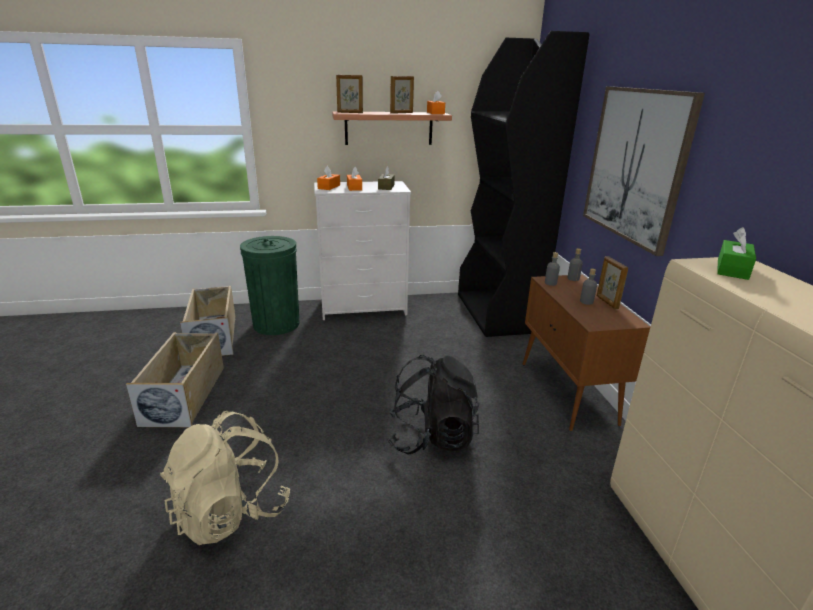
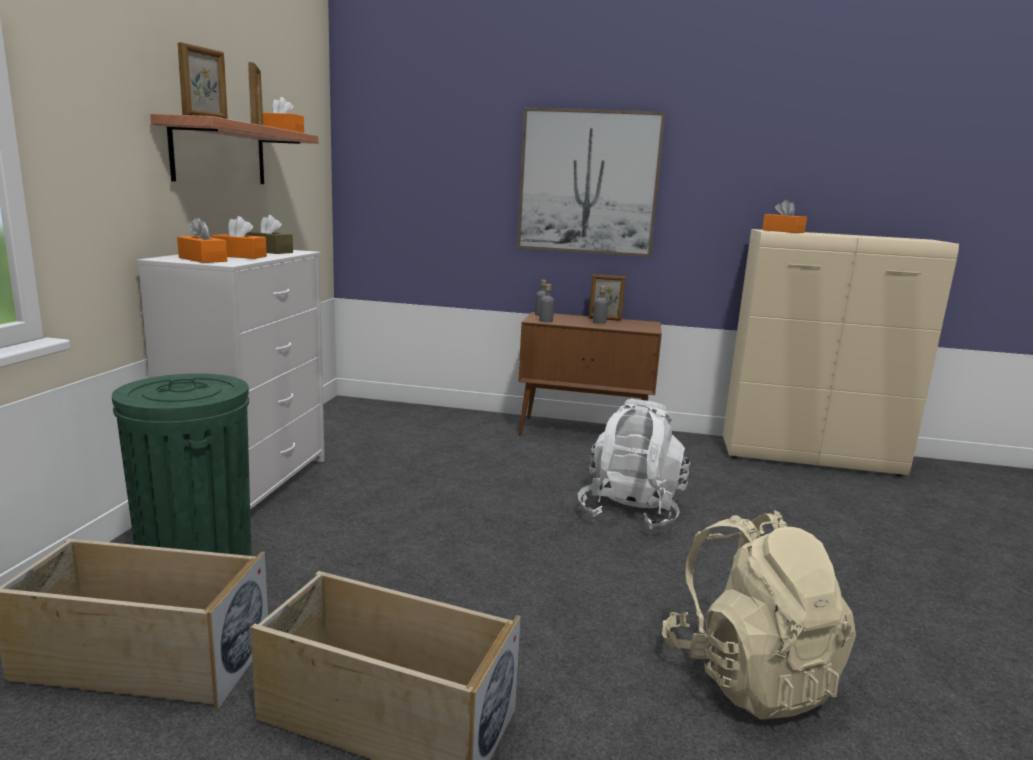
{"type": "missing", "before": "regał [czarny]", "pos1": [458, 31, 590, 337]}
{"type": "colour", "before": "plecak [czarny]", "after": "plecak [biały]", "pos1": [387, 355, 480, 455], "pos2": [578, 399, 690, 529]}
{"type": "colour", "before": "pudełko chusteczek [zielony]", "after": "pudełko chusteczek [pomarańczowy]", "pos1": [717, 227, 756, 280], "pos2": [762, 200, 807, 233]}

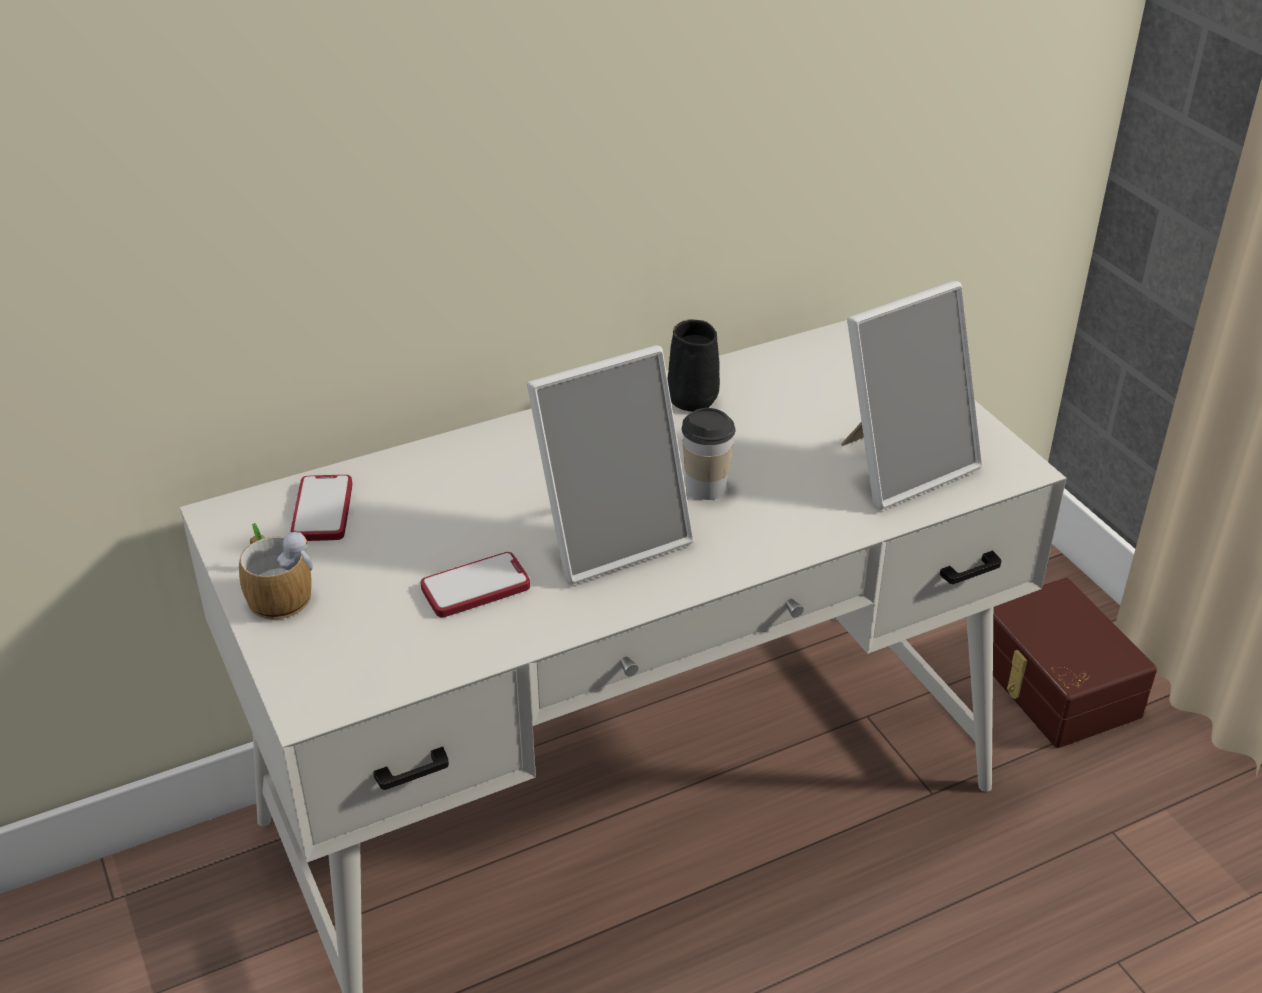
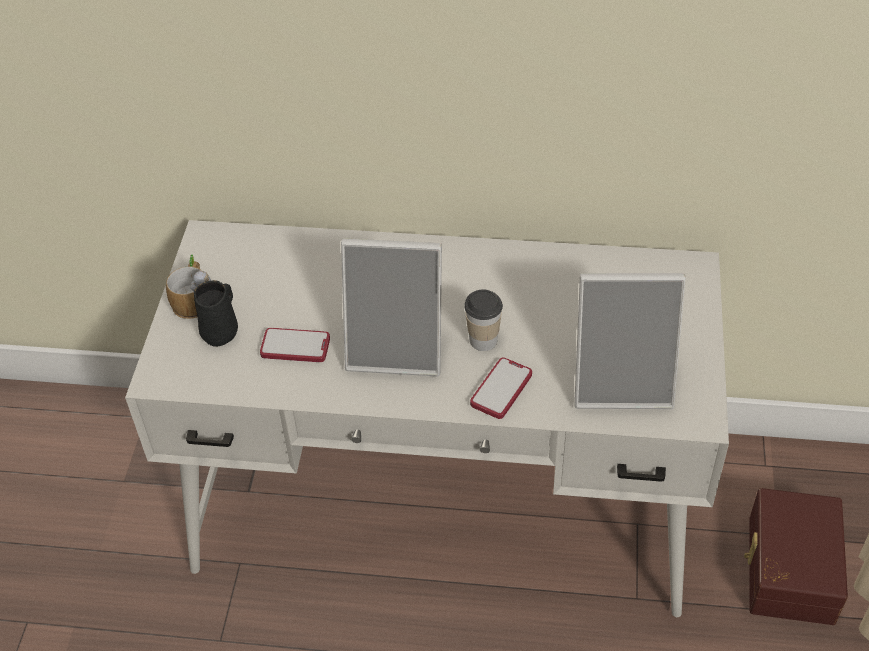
{"type": "relocated", "before": "telefon", "pos1": [290, 475, 352, 541], "pos2": [470, 357, 532, 419]}
{"type": "relocated", "before": "kubek [czarny]", "pos1": [667, 319, 720, 412], "pos2": [194, 280, 238, 347]}

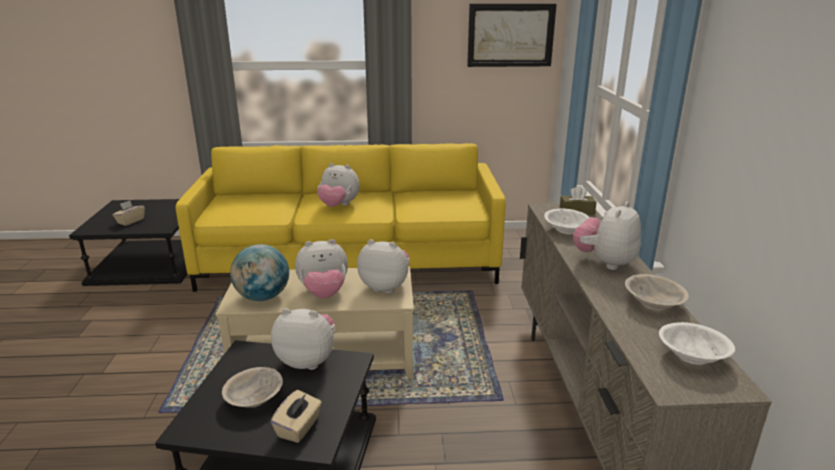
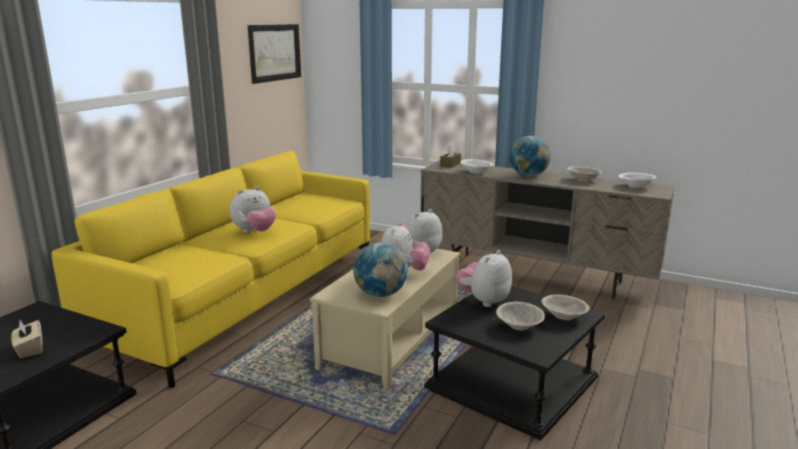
{"type": "exchanged", "before": "pudełko chusteczek [beżowy]", "after": "miska [beżowy]", "pos1": [271, 390, 322, 443], "pos2": [542, 295, 590, 320]}
{"type": "exchanged", "before": "pluszak", "after": "globus", "pos1": [573, 202, 641, 270], "pos2": [509, 136, 551, 176]}

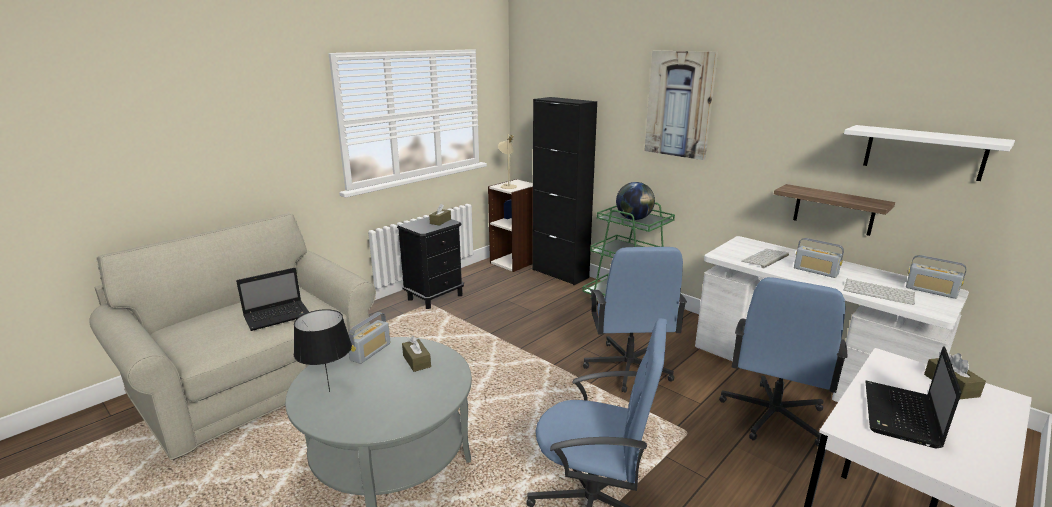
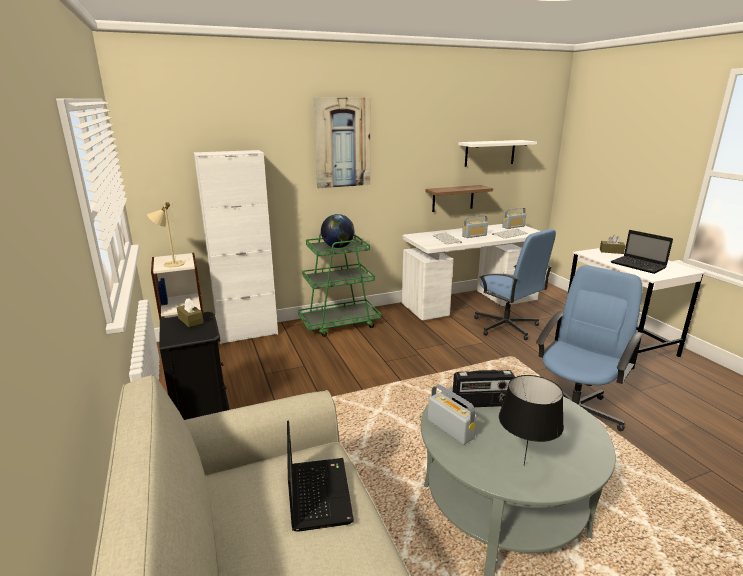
{"type": "missing", "before": "krzesło biurowe [niebieski]", "pos1": [583, 247, 687, 393]}
{"type": "exchanged", "before": "pudełko chusteczek [brązowy]", "after": "radio", "pos1": [402, 336, 431, 372], "pos2": [452, 370, 515, 408]}
{"type": "colour", "before": "szafka [czarny]", "after": "szafka [biały]", "pos1": [532, 97, 597, 285], "pos2": [194, 150, 278, 344]}

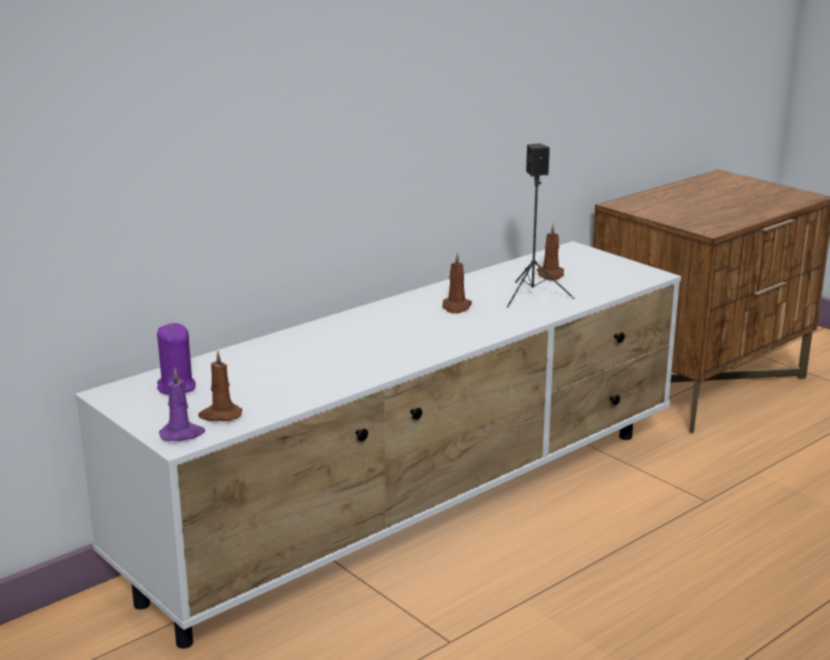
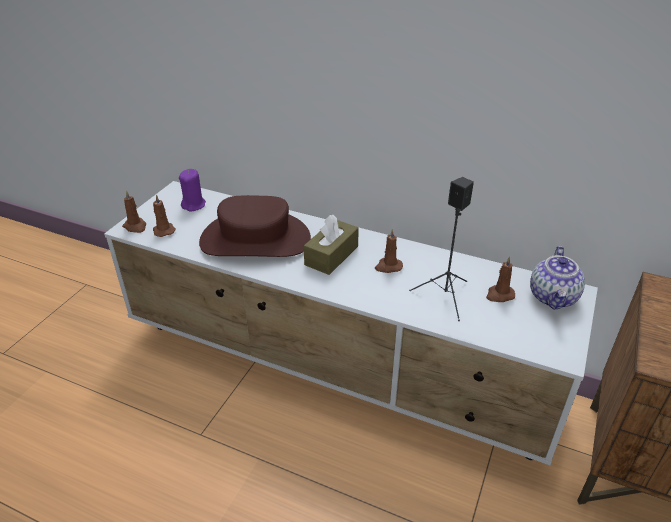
{"type": "appeared", "after": "kapelusz [brązowy]", "pos2": [199, 195, 311, 257]}
{"type": "appeared", "after": "pudełko chusteczek [brązowy]", "pos2": [304, 215, 359, 275]}
{"type": "appeared", "after": "imbryk", "pos2": [530, 246, 585, 310]}
{"type": "colour", "before": "świeca [fioletowy]", "after": "świeca [brązowy]", "pos1": [159, 368, 205, 441], "pos2": [122, 190, 146, 233]}

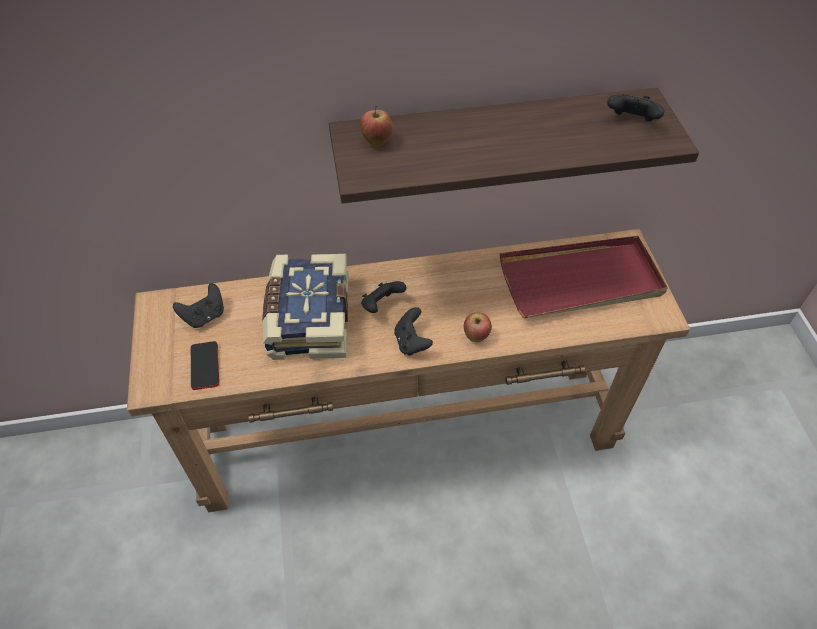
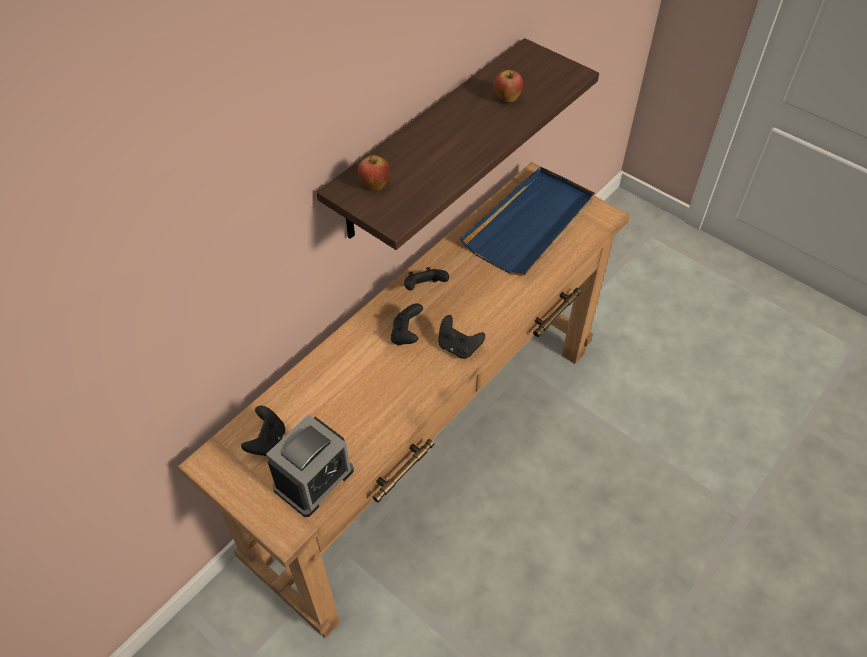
{"type": "missing", "before": "książka", "pos1": [262, 254, 349, 360]}
{"type": "relocated", "before": "jabłko", "pos1": [464, 313, 492, 343], "pos2": [494, 70, 523, 102]}
{"type": "relocated", "before": "pad do gier [czarny]", "pos1": [607, 94, 665, 122], "pos2": [404, 267, 449, 290]}
{"type": "exchanged", "before": "telefon", "after": "budzik", "pos1": [191, 341, 219, 390], "pos2": [266, 414, 354, 517]}
{"type": "colour", "before": "taca [czerwony]", "after": "taca [niebieski]", "pos1": [500, 236, 668, 318], "pos2": [460, 167, 595, 276]}

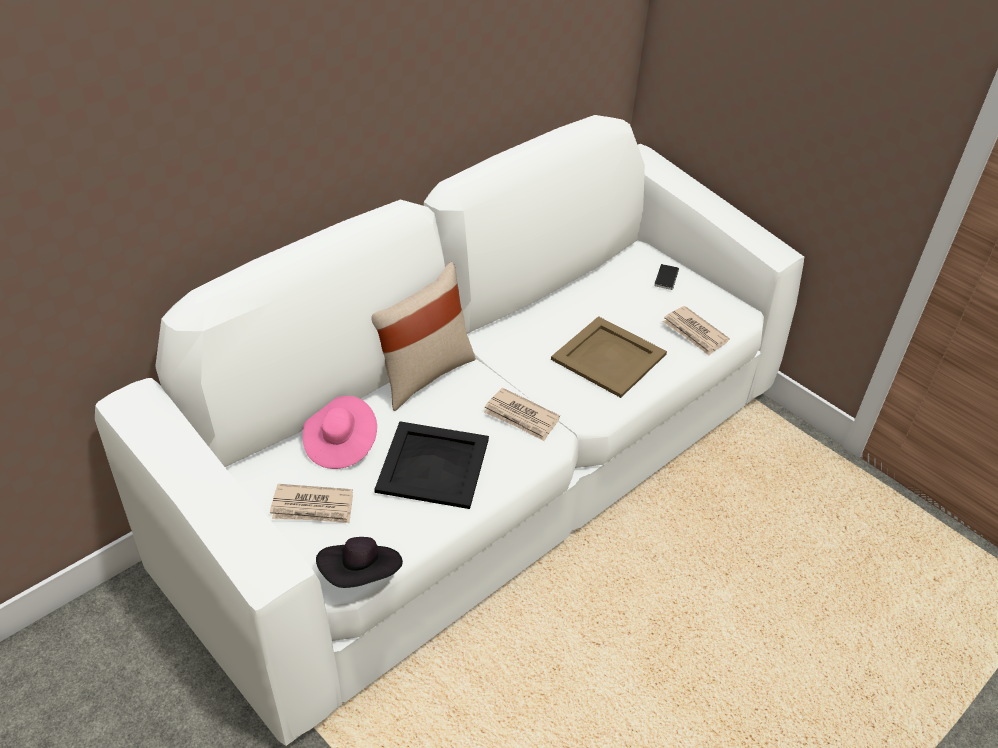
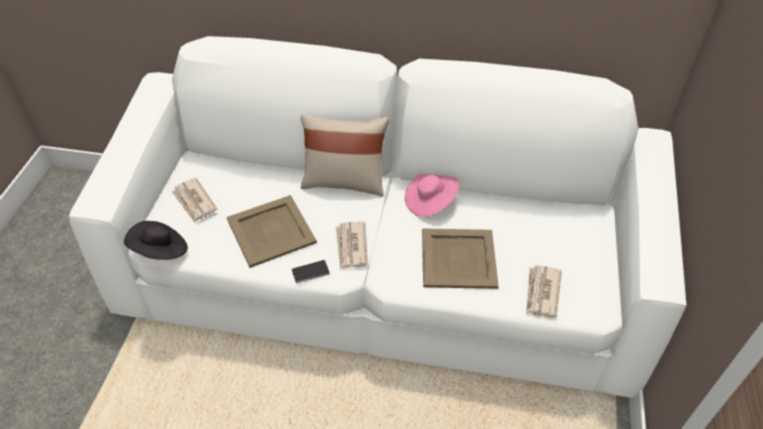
{"type": "relocated", "before": "kapelusz [różowy]", "pos1": [303, 396, 377, 469], "pos2": [405, 174, 459, 217]}
{"type": "relocated", "before": "telefon", "pos1": [654, 264, 679, 290], "pos2": [291, 260, 330, 284]}
{"type": "colour", "before": "taca [czarny]", "after": "taca [beżowy]", "pos1": [374, 421, 489, 509], "pos2": [227, 195, 317, 268]}

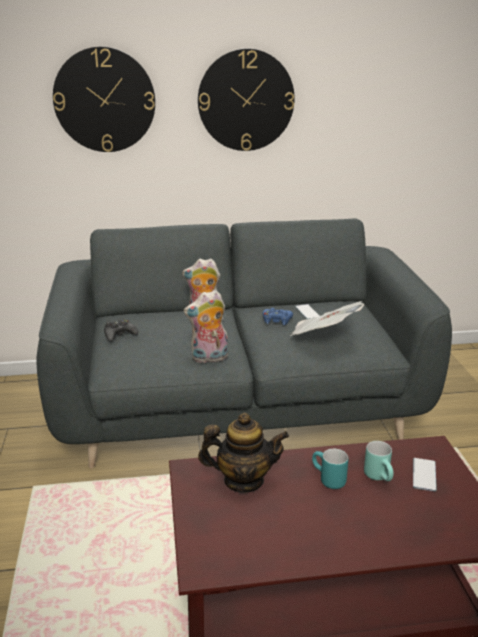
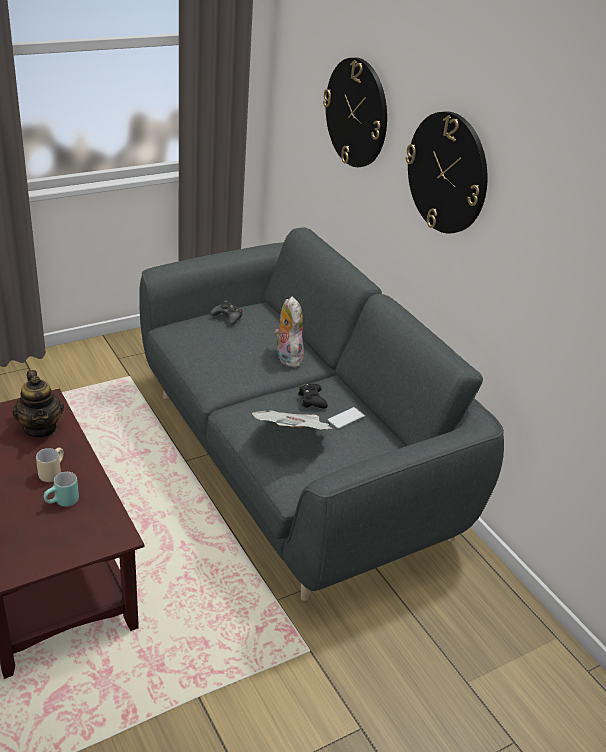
{"type": "missing", "before": "pluszak", "pos1": [184, 290, 228, 364]}
{"type": "missing", "before": "telefon", "pos1": [413, 458, 437, 492]}
{"type": "colour", "before": "pad do gier [niebieski]", "after": "pad do gier [czarny]", "pos1": [262, 308, 293, 325], "pos2": [298, 384, 328, 409]}
{"type": "colour", "before": "kubek [turkusowy]", "after": "kubek [beżowy]", "pos1": [312, 449, 348, 489], "pos2": [36, 448, 64, 482]}

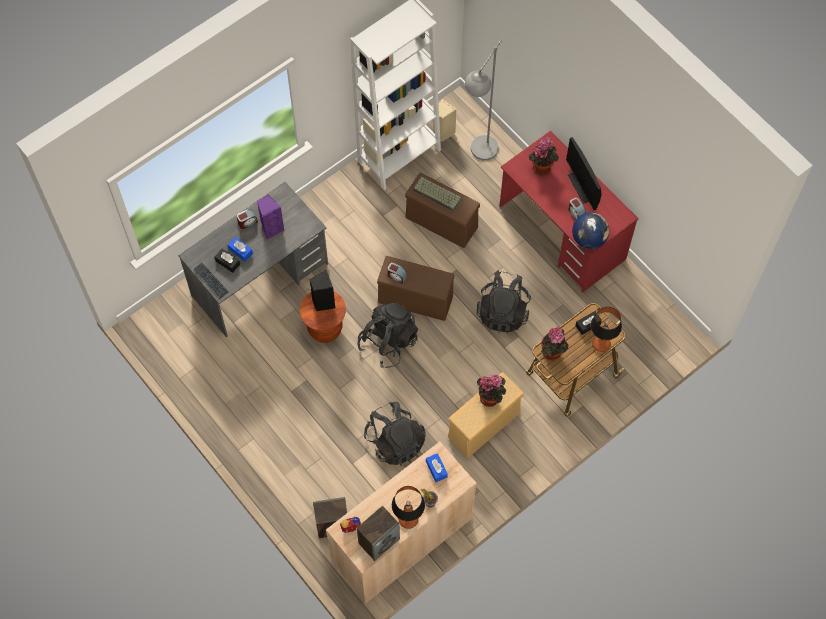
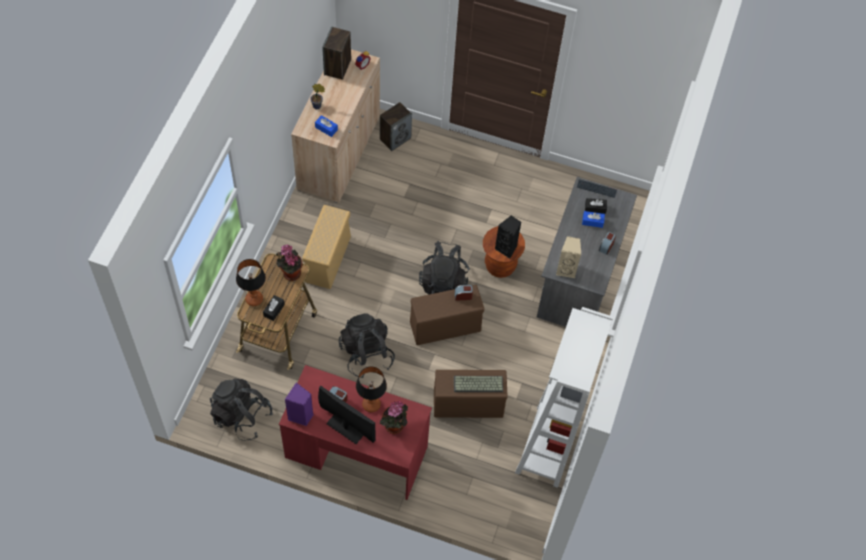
{"type": "missing", "before": "lampa stojąca [szary]", "pos1": [465, 40, 502, 160]}
{"type": "missing", "before": "roślina doniczkowa", "pos1": [477, 374, 506, 407]}
{"type": "missing", "before": "globus", "pos1": [572, 212, 609, 249]}
{"type": "relocated", "before": "głośnik [fioletowy]", "pos1": [257, 195, 285, 240], "pos2": [285, 383, 313, 426]}
{"type": "relocated", "before": "plecak [czarny]", "pos1": [364, 402, 426, 466], "pos2": [210, 378, 273, 441]}
{"type": "relocated", "before": "lampa stołowa", "pos1": [392, 486, 425, 529], "pos2": [356, 366, 387, 412]}
{"type": "relocated", "before": "głośnik [beżowy]", "pos1": [433, 99, 457, 142], "pos2": [556, 236, 581, 279]}

